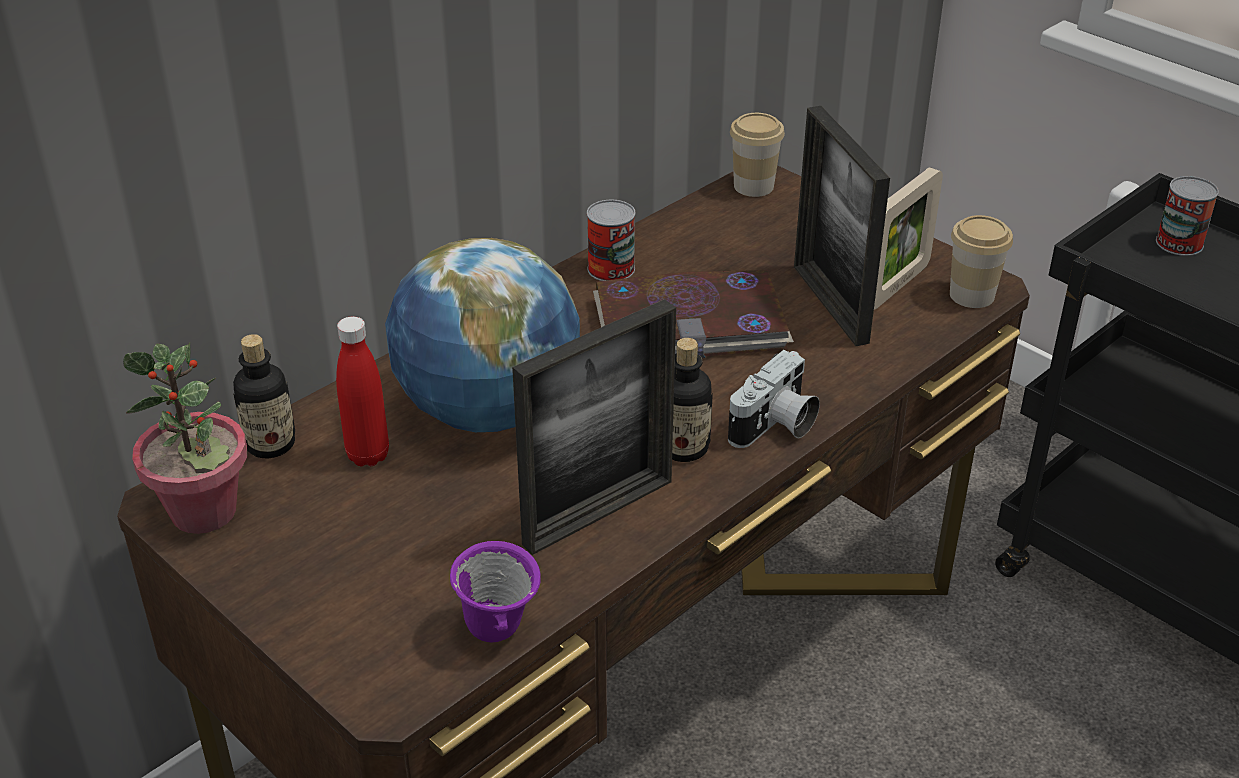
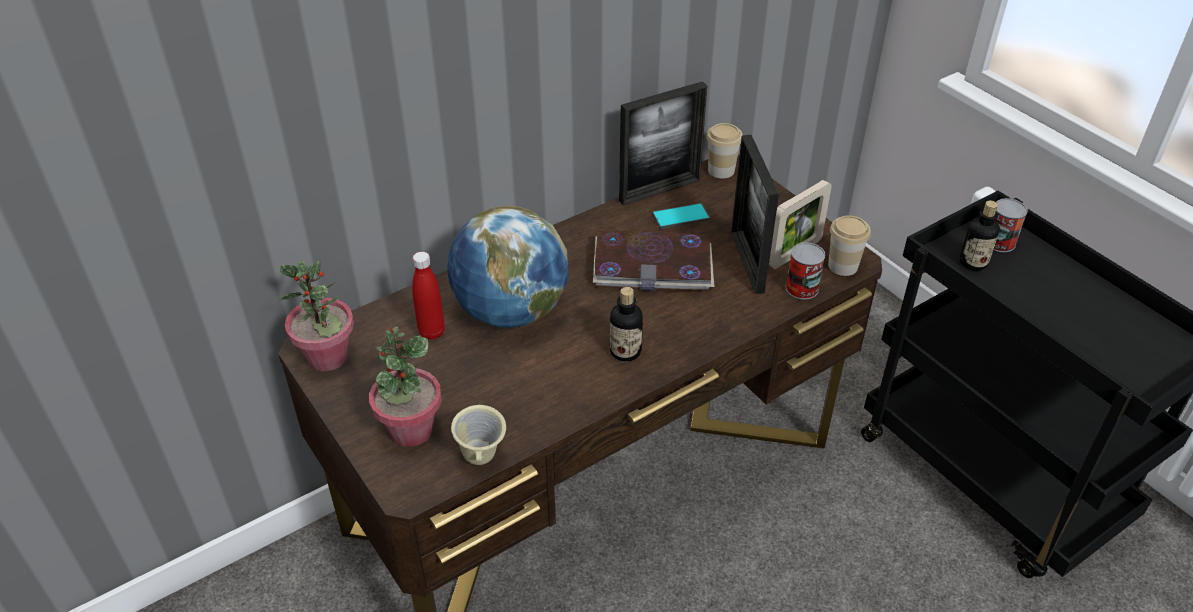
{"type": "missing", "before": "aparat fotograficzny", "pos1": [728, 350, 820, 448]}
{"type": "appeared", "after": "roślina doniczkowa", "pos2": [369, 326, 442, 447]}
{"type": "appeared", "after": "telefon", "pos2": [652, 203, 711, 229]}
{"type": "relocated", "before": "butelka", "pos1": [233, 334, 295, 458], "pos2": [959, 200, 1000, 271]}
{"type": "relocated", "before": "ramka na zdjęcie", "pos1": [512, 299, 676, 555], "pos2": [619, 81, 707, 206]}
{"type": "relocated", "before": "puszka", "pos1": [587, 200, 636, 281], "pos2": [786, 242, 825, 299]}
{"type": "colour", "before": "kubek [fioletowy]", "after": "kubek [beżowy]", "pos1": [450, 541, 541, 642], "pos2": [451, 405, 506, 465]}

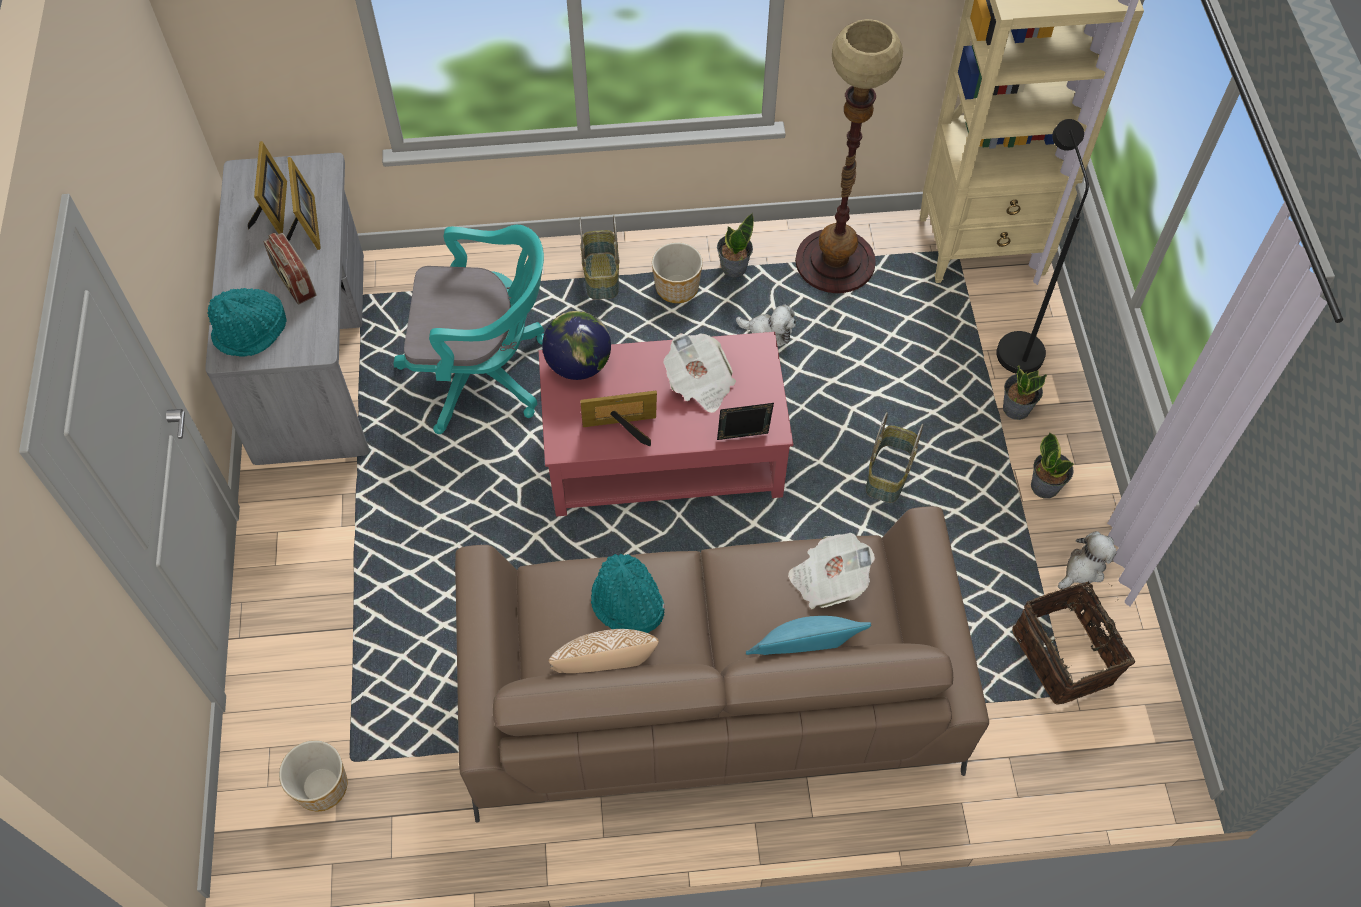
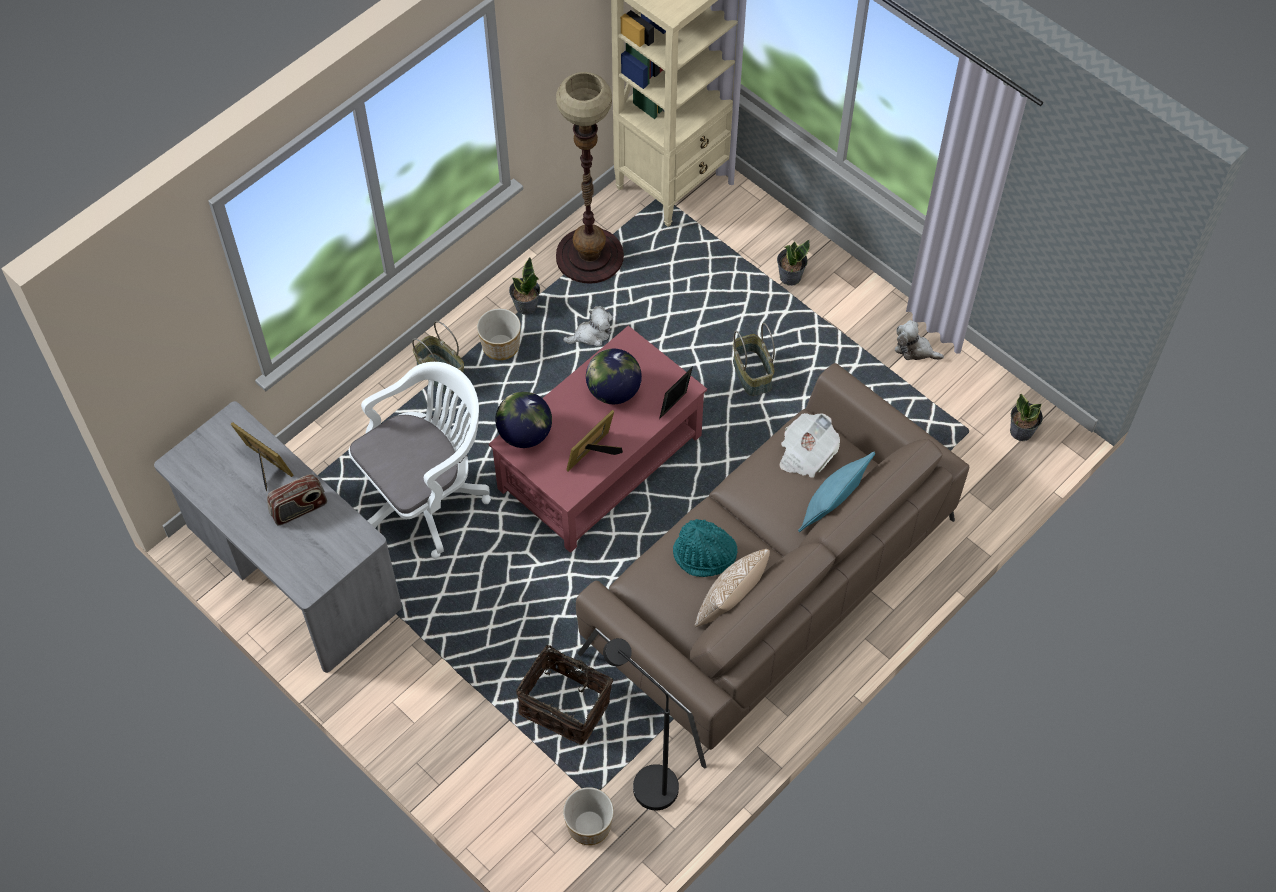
{"type": "missing", "before": "kapelusz [turkusowy]", "pos1": [207, 288, 286, 357]}
{"type": "missing", "before": "ramka na zdjęcie", "pos1": [248, 141, 287, 234]}
{"type": "relocated", "before": "lampa stojąca [czarny]", "pos1": [996, 119, 1089, 374], "pos2": [603, 638, 679, 810]}
{"type": "relocated", "before": "koszyk", "pos1": [1012, 581, 1135, 705], "pos2": [516, 636, 613, 744]}
{"type": "relocated", "before": "roślina doniczkowa", "pos1": [1031, 433, 1074, 498], "pos2": [1010, 394, 1043, 441]}
{"type": "exchanged", "before": "gazeta", "after": "globus", "pos1": [664, 333, 736, 413], "pos2": [586, 349, 642, 404]}
{"type": "colour", "before": "krzesło biurowe [turkusowy]", "after": "krzesło biurowe [biały]", "pos1": [393, 225, 544, 434], "pos2": [348, 362, 491, 559]}
{"type": "spun", "before": "radio", "pos1": [264, 232, 317, 305], "pos2": [267, 474, 327, 526], "turn": -45}
{"type": "spun", "before": "pluszak", "pos1": [1058, 531, 1117, 589], "pos2": [895, 320, 944, 360], "turn": -75}

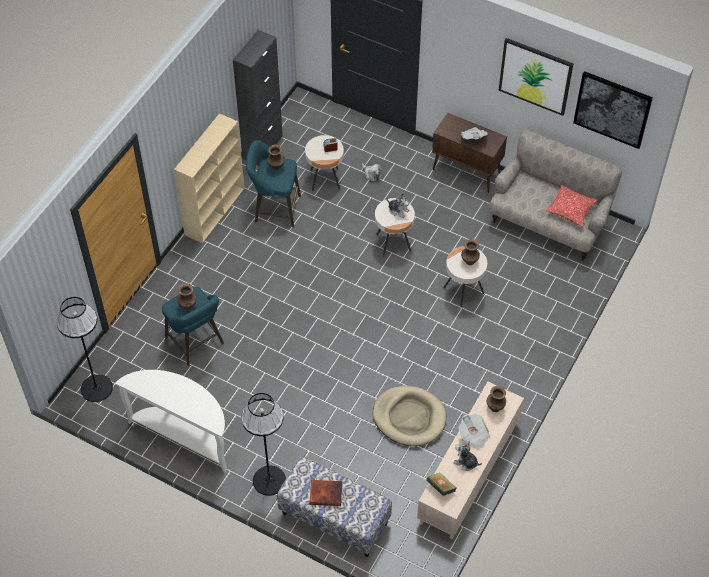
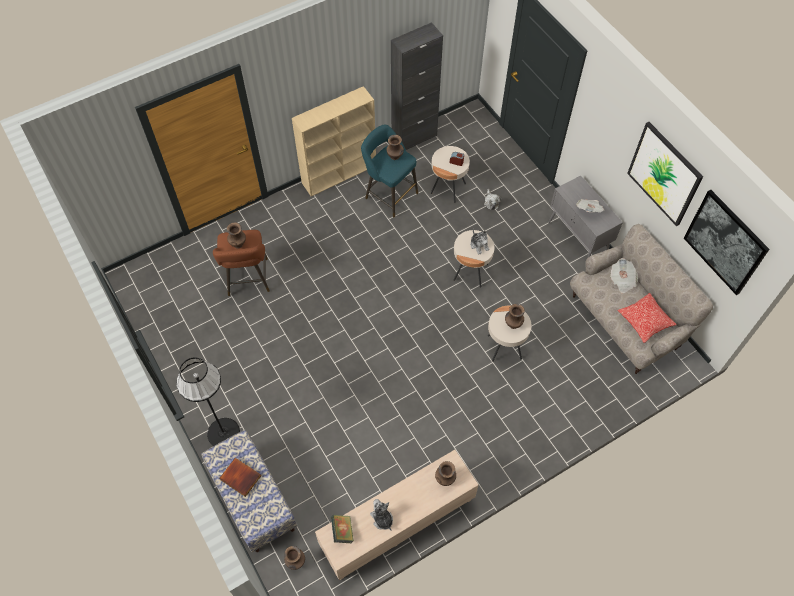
{"type": "missing", "before": "lampa stojąca [czarny]", "pos1": [57, 297, 113, 402]}
{"type": "missing", "before": "stolik konsolowy [biały]", "pos1": [115, 370, 227, 472]}
{"type": "missing", "before": "legowisko [beżowy]", "pos1": [373, 386, 446, 446]}
{"type": "appeared", "after": "wazon [brązowy]", "pos2": [284, 546, 305, 570]}
{"type": "relocated", "before": "gazeta", "pos1": [458, 414, 490, 450], "pos2": [610, 258, 638, 294]}
{"type": "colour", "before": "stołek [turkusowy]", "after": "stołek [brązowy]", "pos1": [162, 286, 224, 366], "pos2": [213, 230, 270, 296]}
{"type": "colour", "before": "szafka [brązowy]", "after": "szafka [szary]", "pos1": [432, 113, 507, 193], "pos2": [548, 176, 623, 267]}

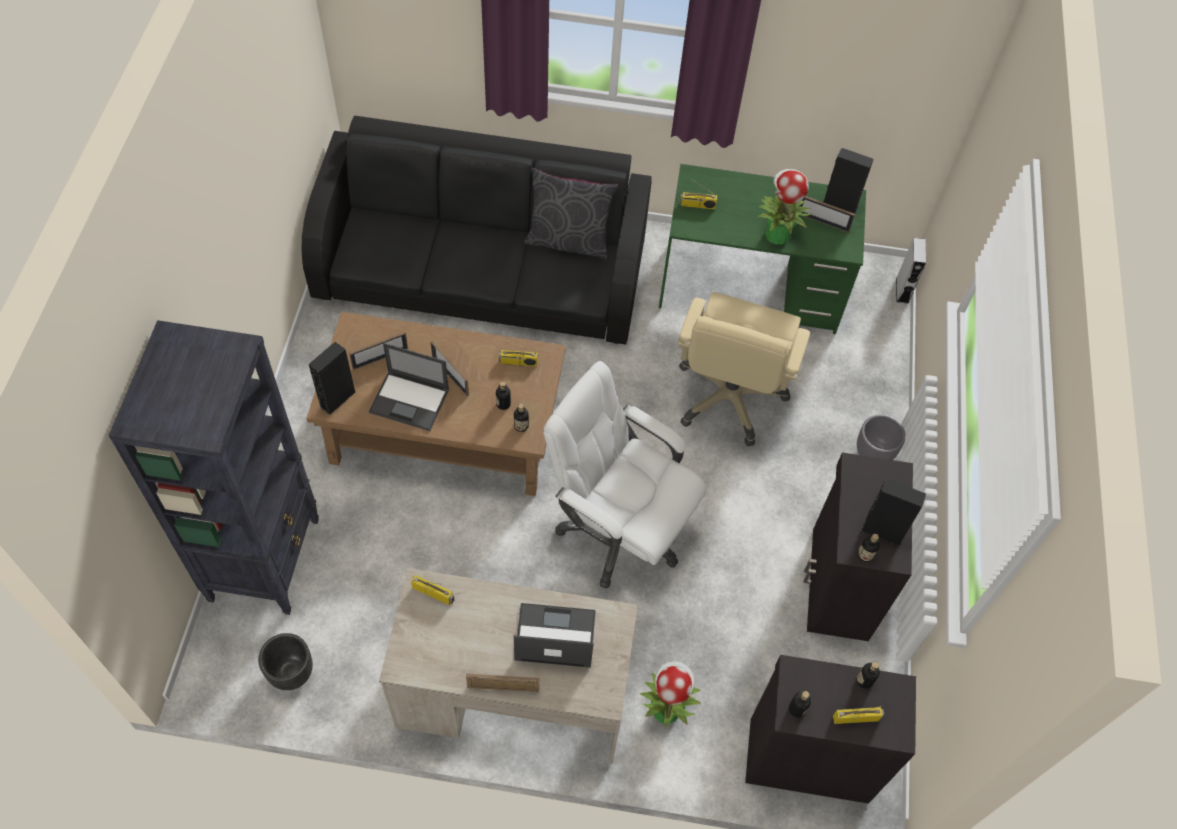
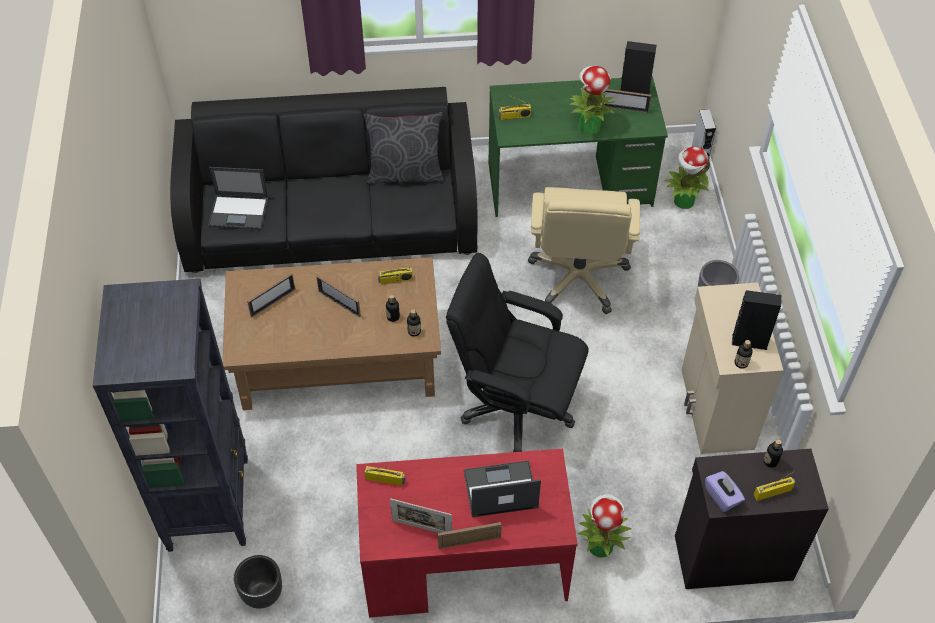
{"type": "missing", "before": "głośnik [czarny]", "pos1": [308, 342, 356, 415]}
{"type": "appeared", "after": "ramka na zdjęcie", "pos2": [390, 498, 452, 533]}
{"type": "appeared", "after": "roślina doniczkowa", "pos2": [664, 146, 710, 209]}
{"type": "relocated", "before": "laptop", "pos1": [369, 343, 449, 431], "pos2": [208, 167, 268, 230]}
{"type": "exchanged", "before": "butelka", "after": "pudełko chusteczek [fioletowy]", "pos1": [789, 691, 811, 717], "pos2": [705, 471, 745, 512]}
{"type": "colour", "before": "biurko [beżowy]", "after": "biurko [czerwony]", "pos1": [379, 568, 638, 764], "pos2": [356, 449, 578, 618]}
{"type": "colour", "before": "krzesło biurowe [biały]", "after": "krzesło biurowe [czarny]", "pos1": [543, 361, 707, 588], "pos2": [446, 253, 589, 452]}
{"type": "colour", "before": "szafka [czarny]", "after": "szafka [beżowy]", "pos1": [804, 452, 913, 641], "pos2": [681, 283, 784, 454]}

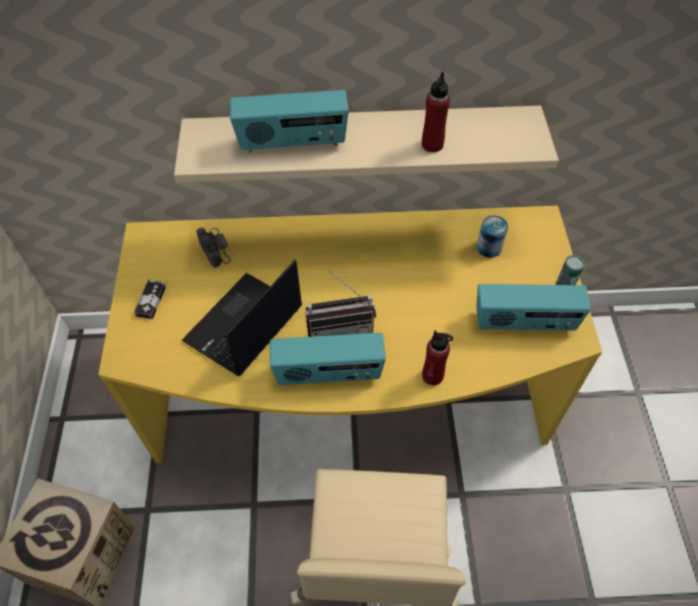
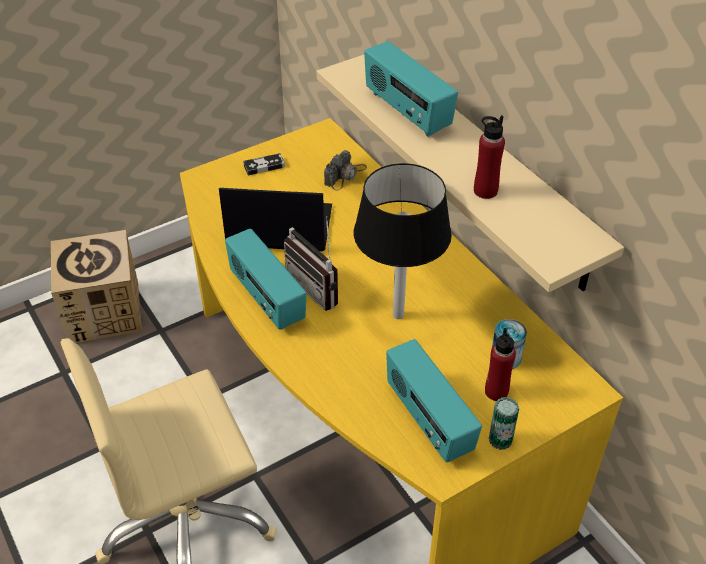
{"type": "appeared", "after": "lampa stołowa [czarny]", "pos2": [354, 163, 452, 319]}
{"type": "relocated", "before": "butelka [czerwony]", "pos1": [422, 331, 453, 385], "pos2": [485, 328, 516, 401]}

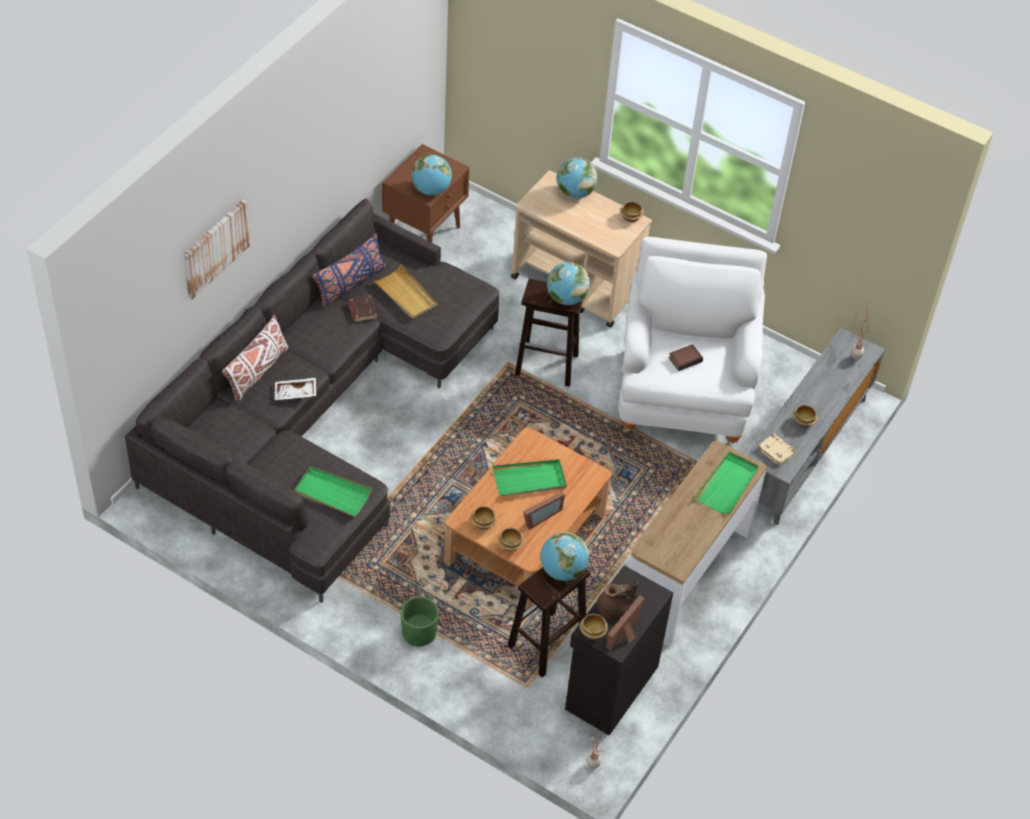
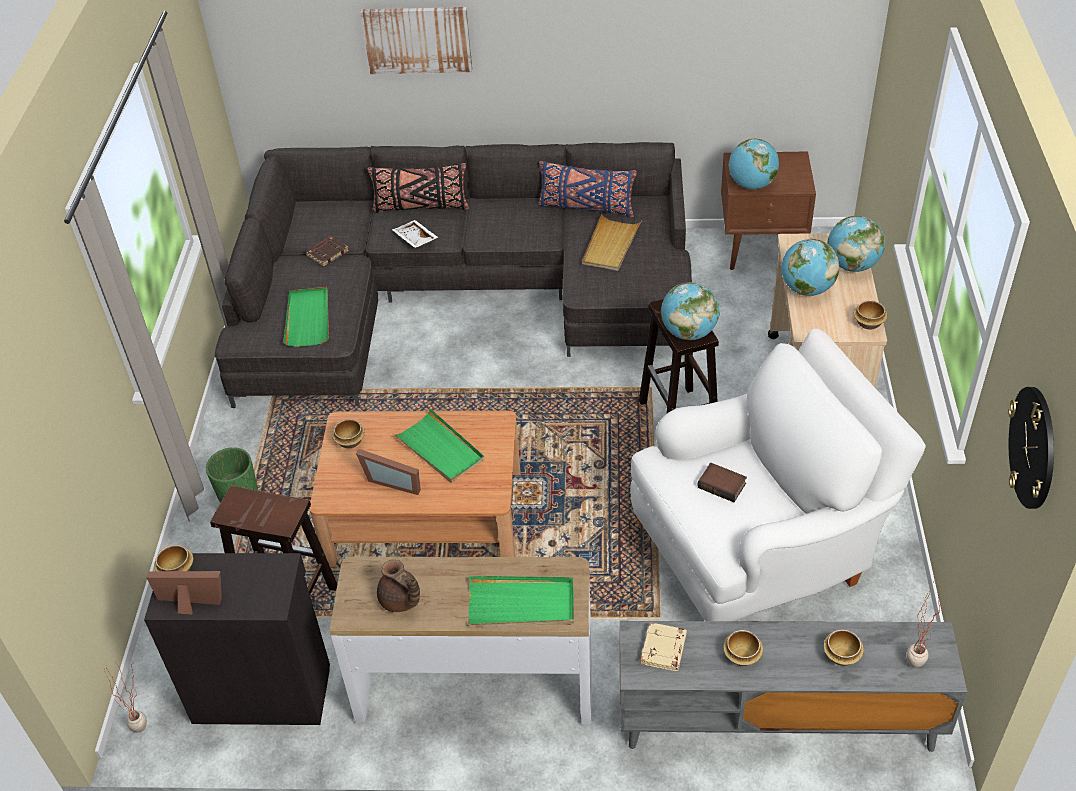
{"type": "appeared", "after": "zegar ścienny", "pos2": [1008, 387, 1054, 509]}
{"type": "relocated", "before": "książka [brązowy]", "pos1": [348, 295, 377, 322], "pos2": [306, 236, 349, 267]}
{"type": "relocated", "before": "miska", "pos1": [498, 528, 524, 552], "pos2": [823, 629, 864, 666]}
{"type": "relocated", "before": "globus", "pos1": [540, 532, 589, 581], "pos2": [781, 239, 839, 296]}
{"type": "relocated", "before": "imbryk [brązowy]", "pos1": [597, 580, 638, 619], "pos2": [377, 560, 420, 612]}
{"type": "colour", "before": "poduszka [biały]", "after": "poduszka [czarny]", "pos1": [222, 315, 289, 401], "pos2": [367, 163, 469, 213]}

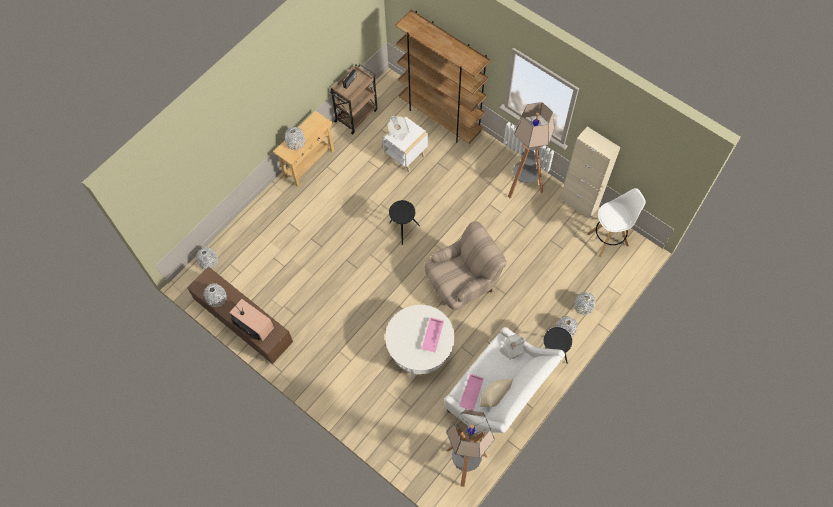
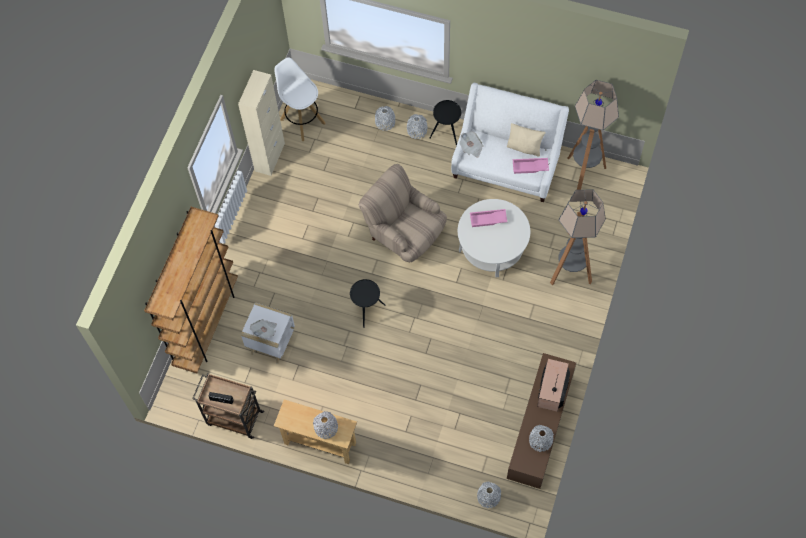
{"type": "relocated", "before": "lampa stojąca", "pos1": [508, 102, 555, 198], "pos2": [550, 189, 606, 285]}

